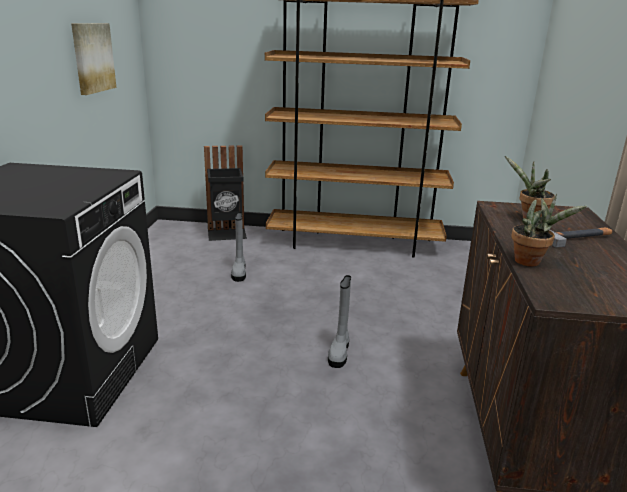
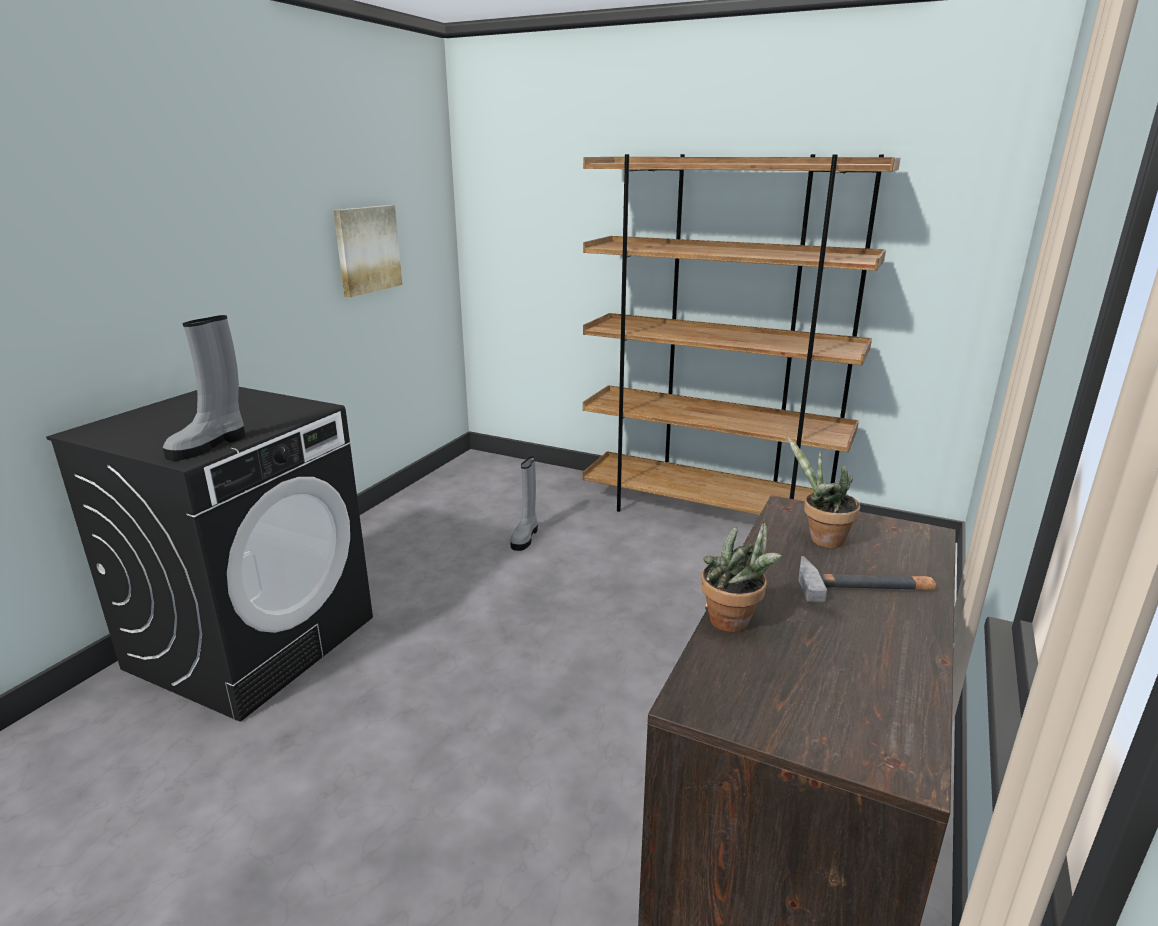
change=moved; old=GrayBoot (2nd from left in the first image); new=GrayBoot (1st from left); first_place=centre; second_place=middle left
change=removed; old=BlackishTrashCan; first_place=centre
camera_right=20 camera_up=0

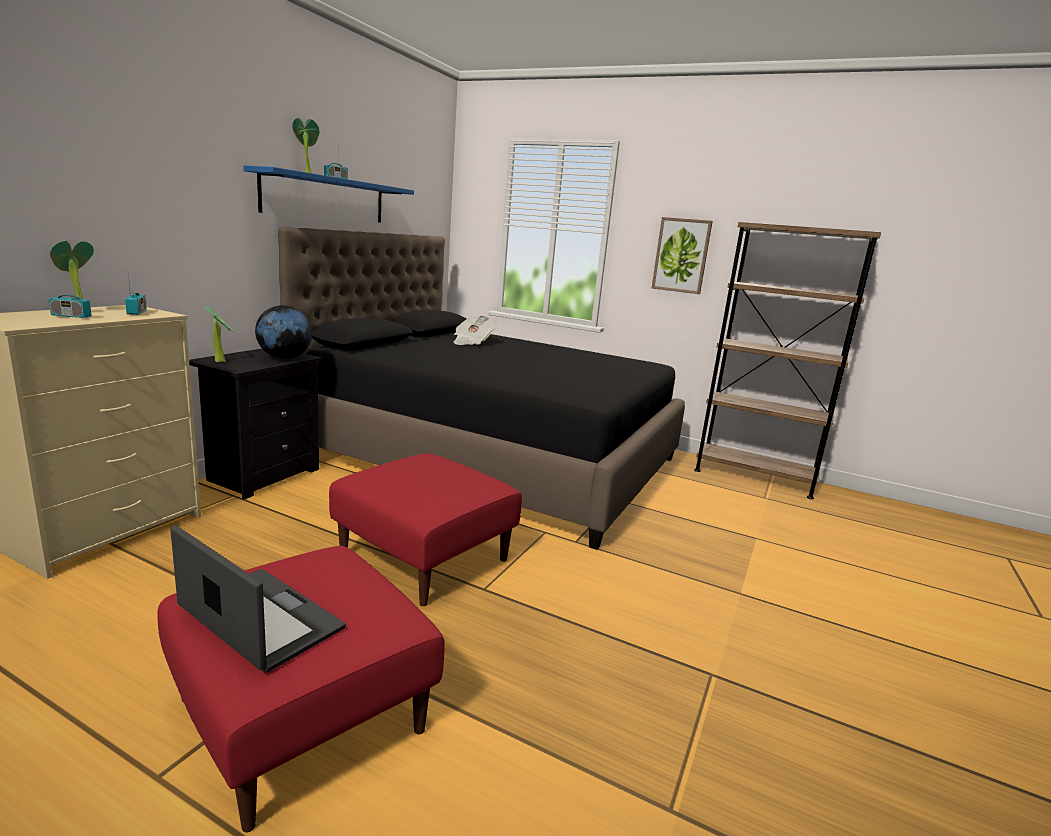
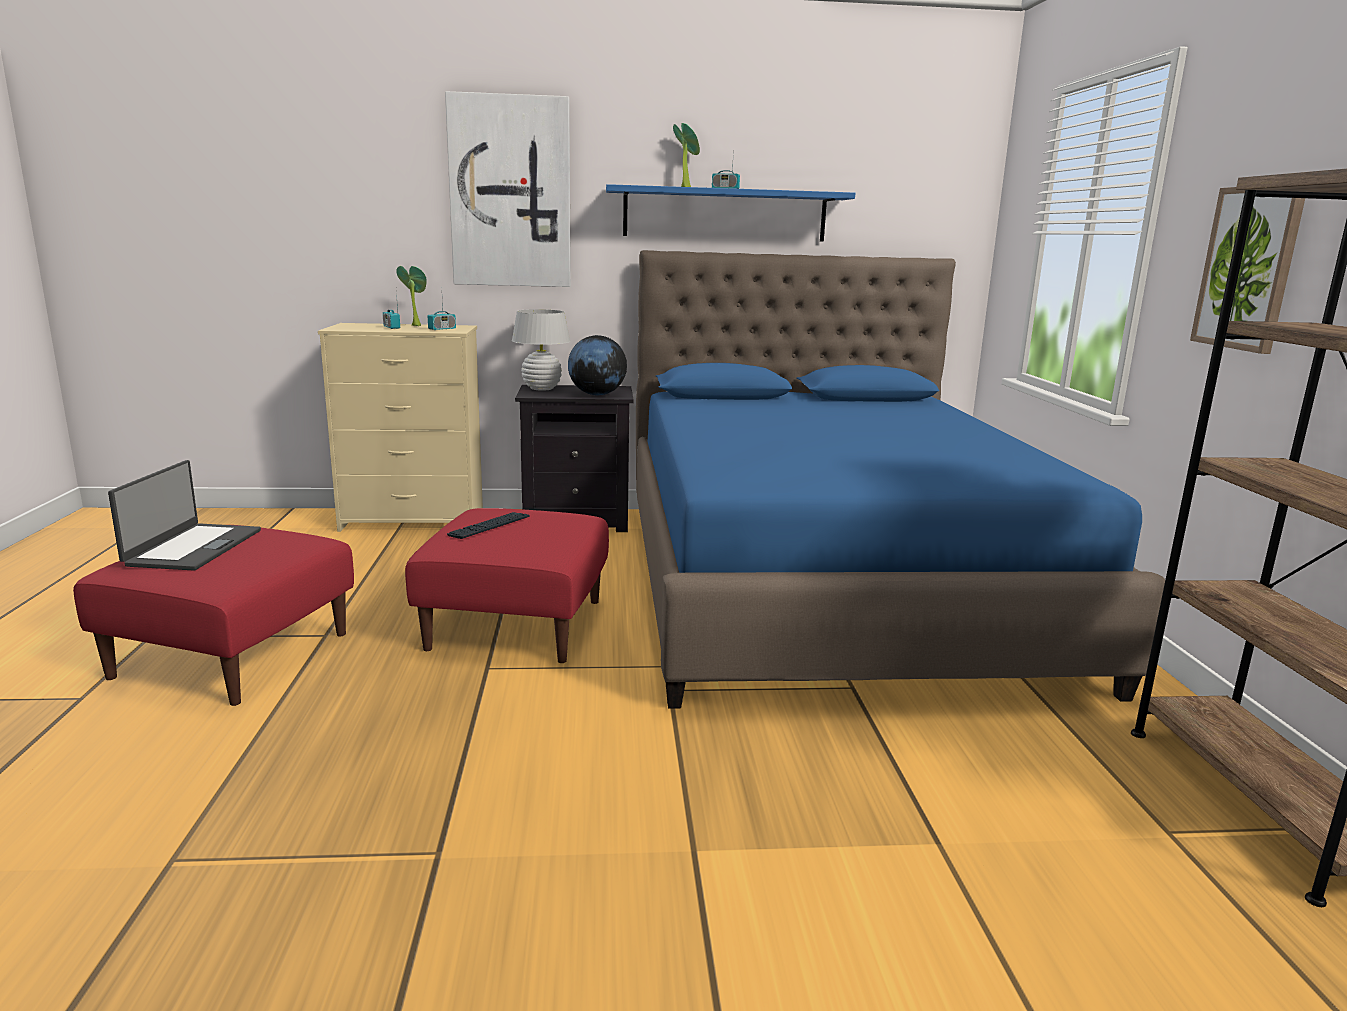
change=added; new=WallArt (1st from left); second_place=top centre
change=added; new=ComputerKeyboard; second_place=centre
change=replaced; old=Houseplant (2nd from left); new=WhitishTabletopLamp; first_place=middle left; second_place=centre
change=recoloured; old=BlackishSleepingBed; new=BlueColouredSleepingBed; first_place=centre; second_place=middle right
change=removed; old=PrintedPaper; first_place=centre
camera_right=60 camera_up=0

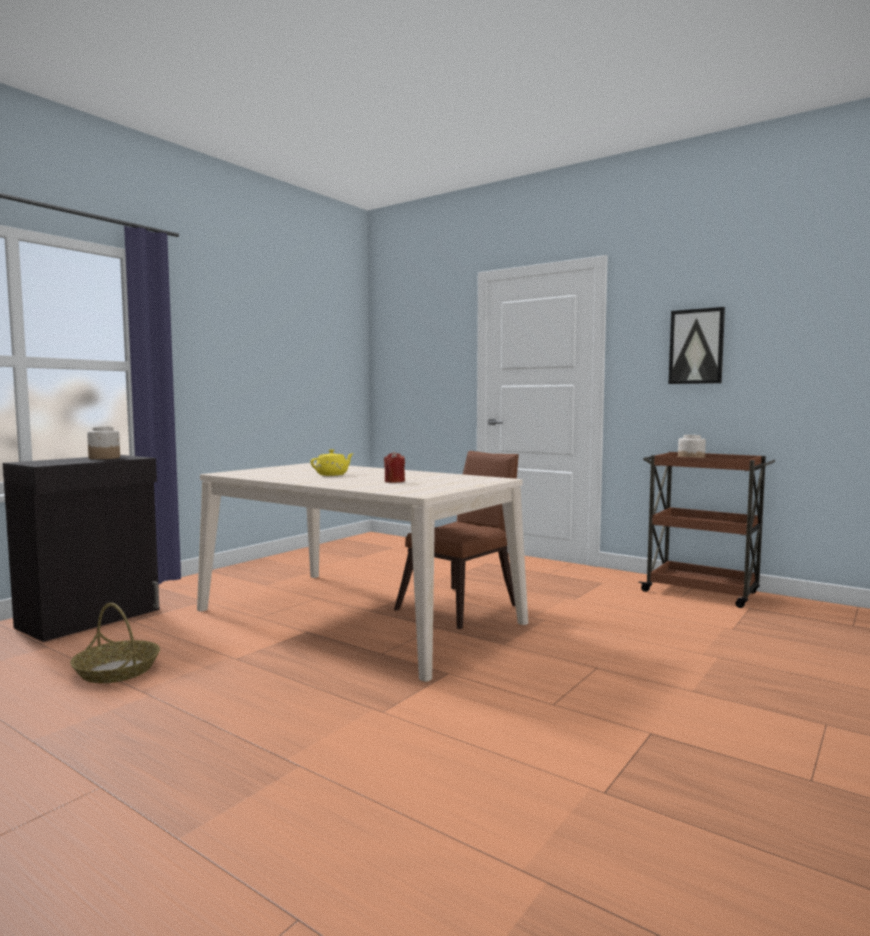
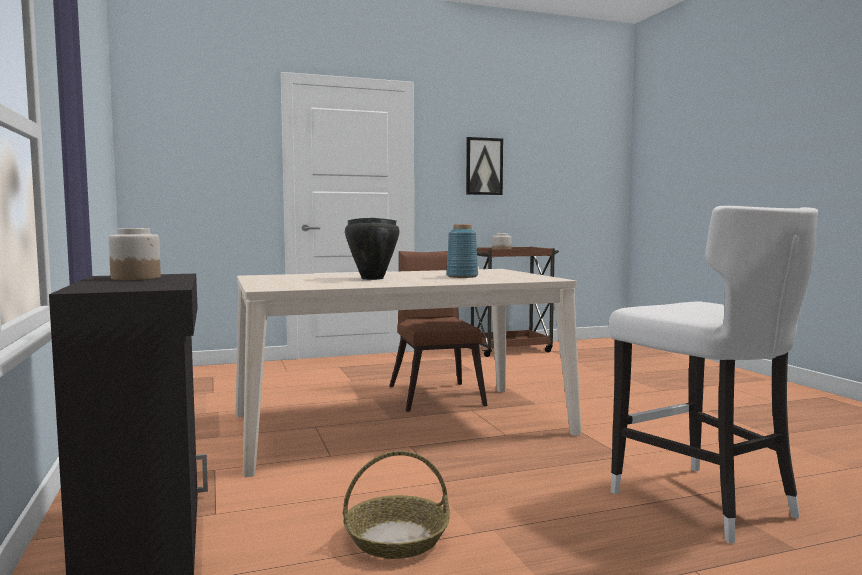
change=replaced; old=YellowTeaPot; new=BlackishCookingPot; first_place=centre; second_place=centre
change=replaced; old=RedColouredCandle; new=BlueColouredDecorativeVase; first_place=centre; second_place=centre
change=added; new=WhitishStoolSeat; second_place=middle right
camera_right=-55 camera_up=0

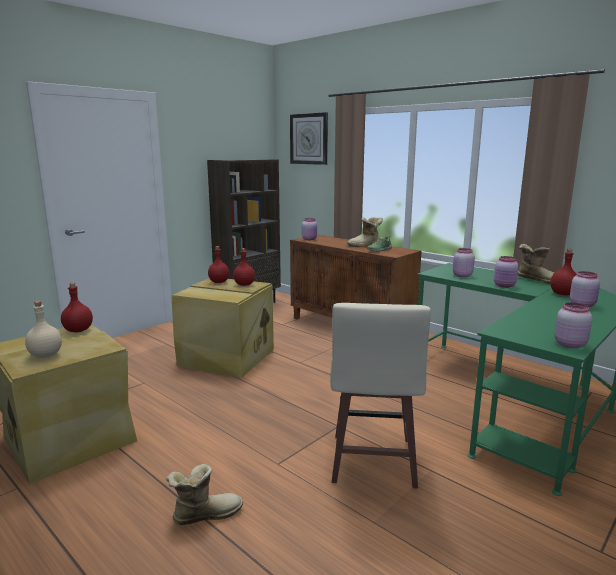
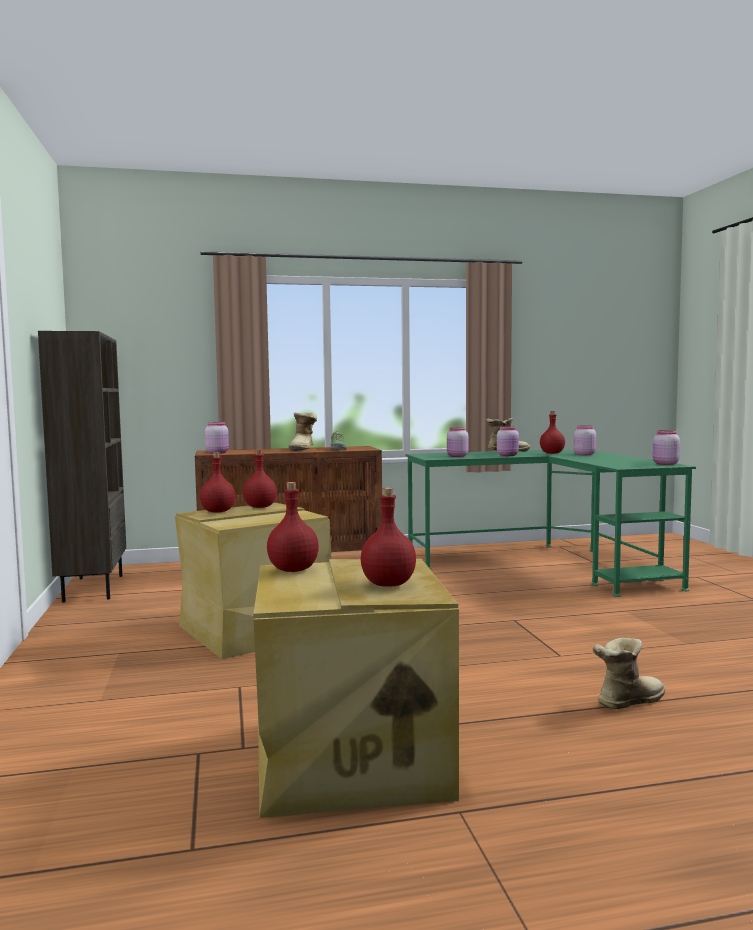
change=recoloured; old=BeigeDrinkBottle; new=RedColouredDrinkBottle (4th from left); first_place=middle left; second_place=centre
change=turned; old=Boot (1st from left in the first image); first_place=bottom left; second_place=bottom right; degrees=45
change=removed; old=WallClock; first_place=top centre
change=removed; old=BeigeStoolSeat; first_place=bottom centre
camera_right=-55 camera_up=-10

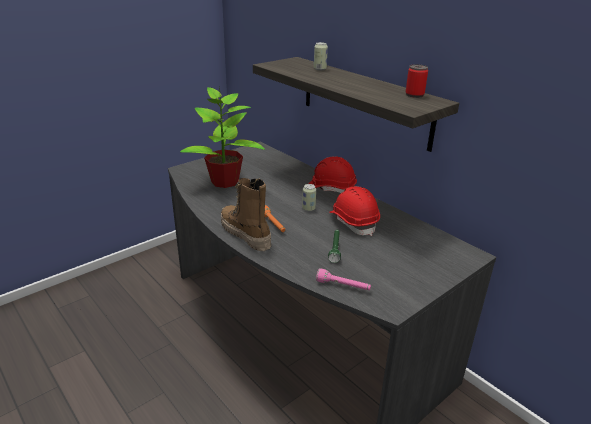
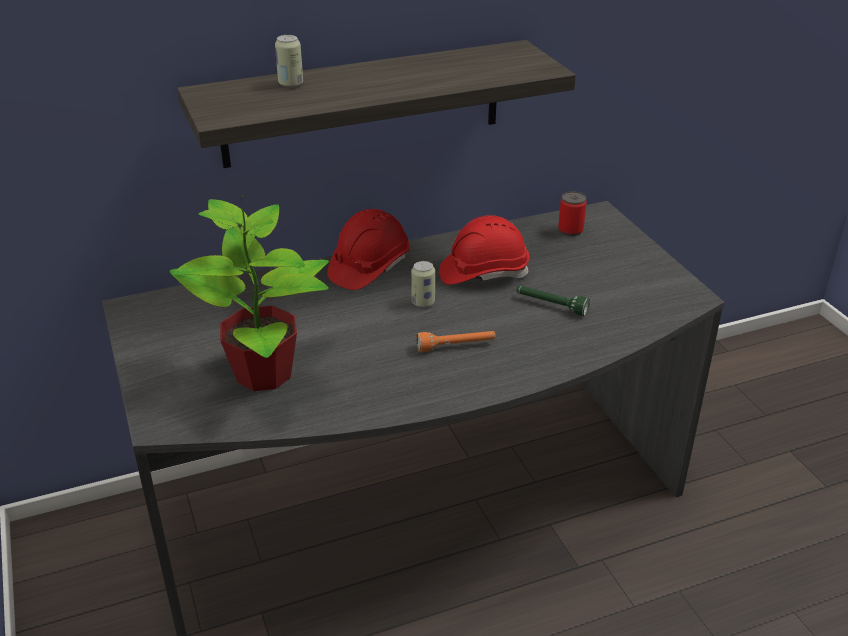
change=moved; old=MetalCan (3rd from left); first_place=top right; second_place=middle right
change=removed; old=Boot; first_place=centre
change=removed; old=PinkishTorch; first_place=centre
camera_right=-70 camera_up=5

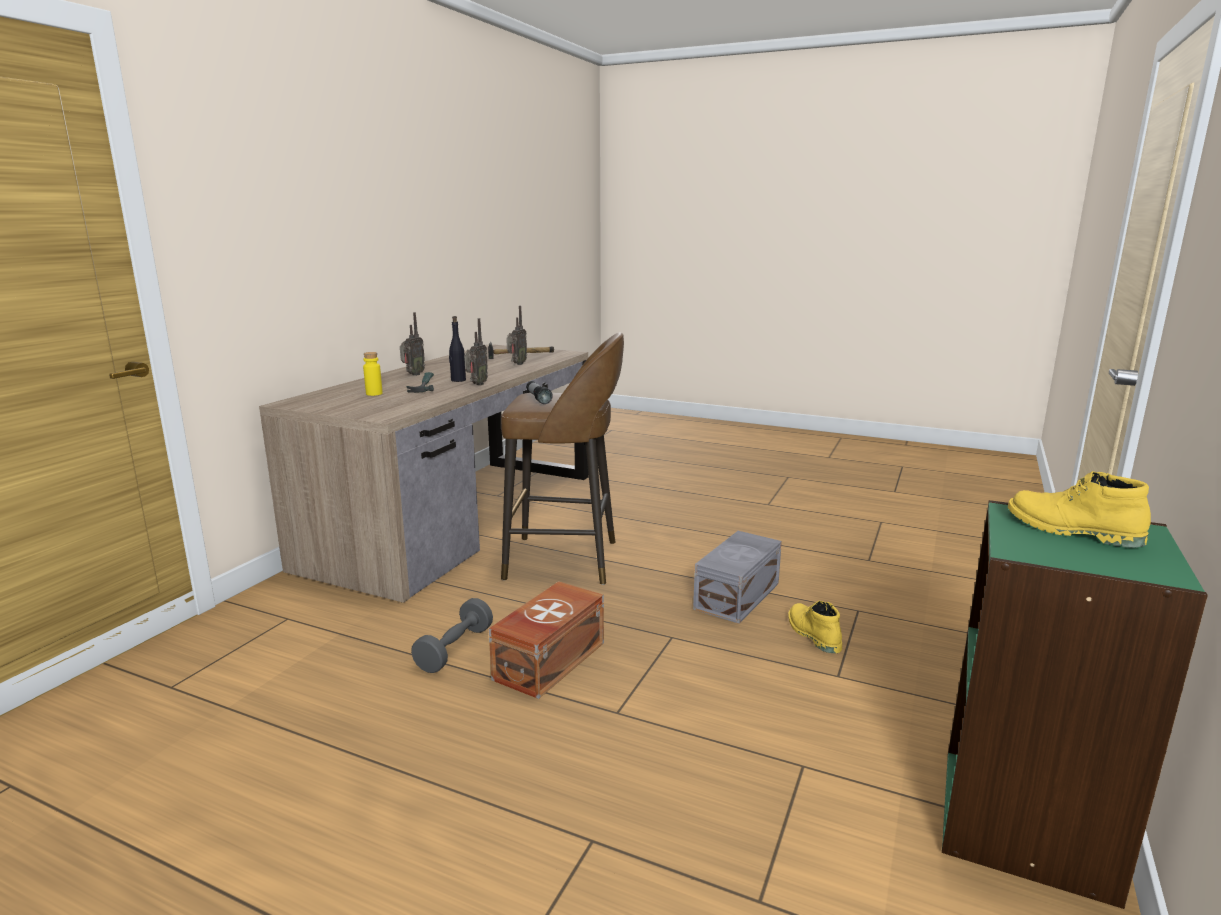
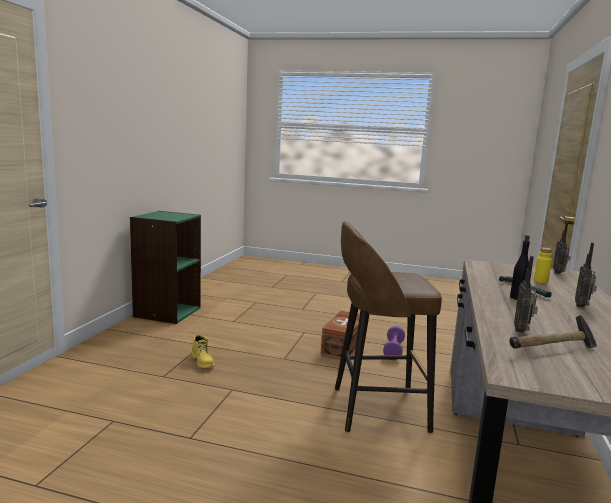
change=recoloured; old=GrayDumbbell; new=PurpleColouredDumbbell; first_place=bottom centre; second_place=bottom centre
change=moved; old=RadioReceiver (2nd from left); first_place=centre; second_place=middle right
change=removed; old=Torch; first_place=centre
change=removed; old=GrayStorageBin; first_place=centre
change=removed; old=YellowBoot (2nd from left); first_place=middle right
camera_right=170 camera_up=-5

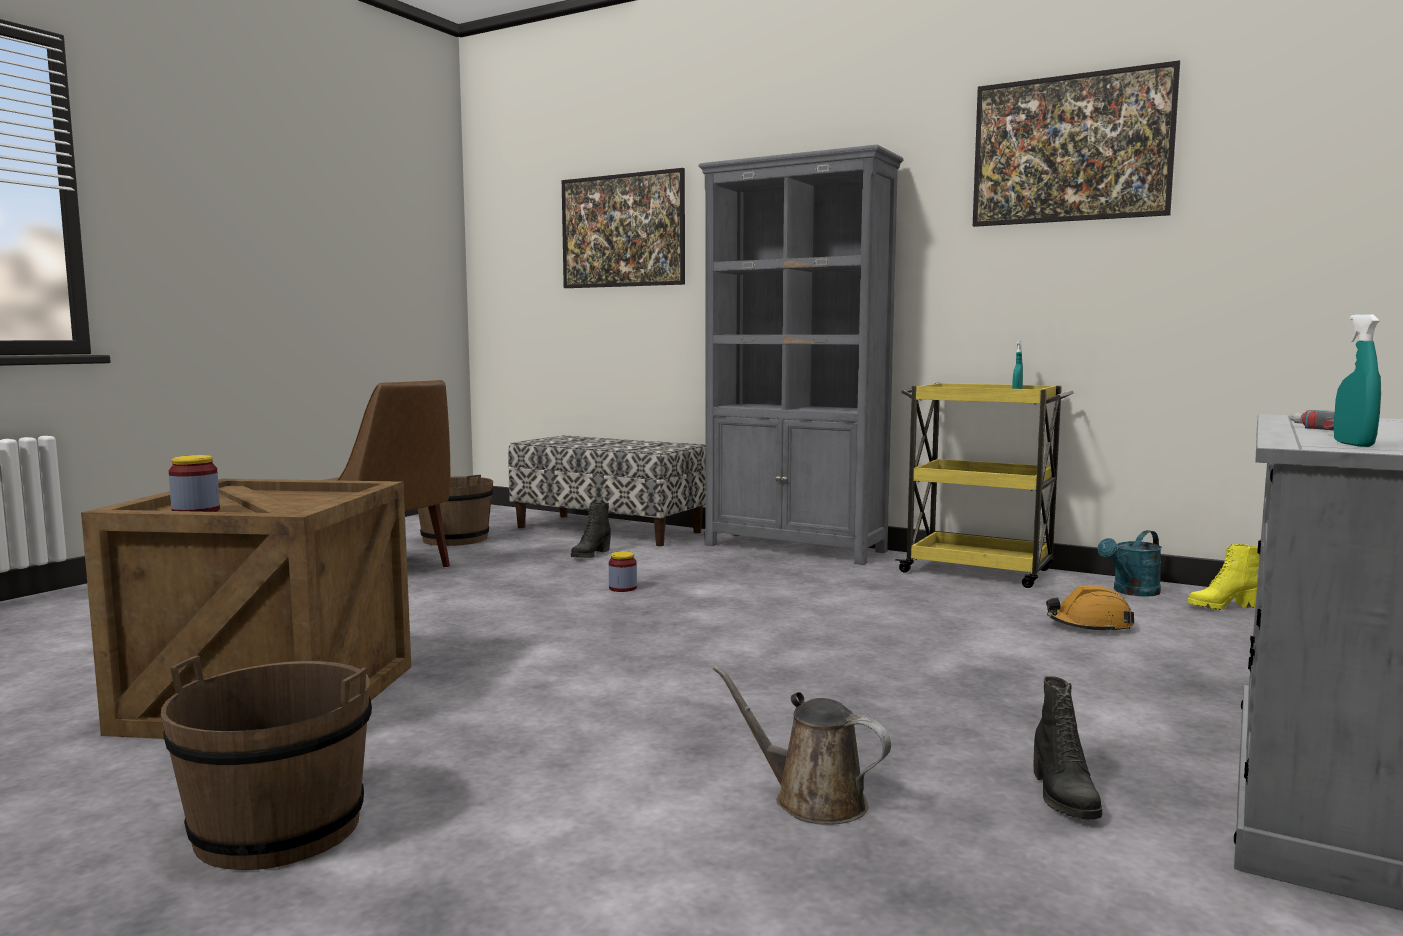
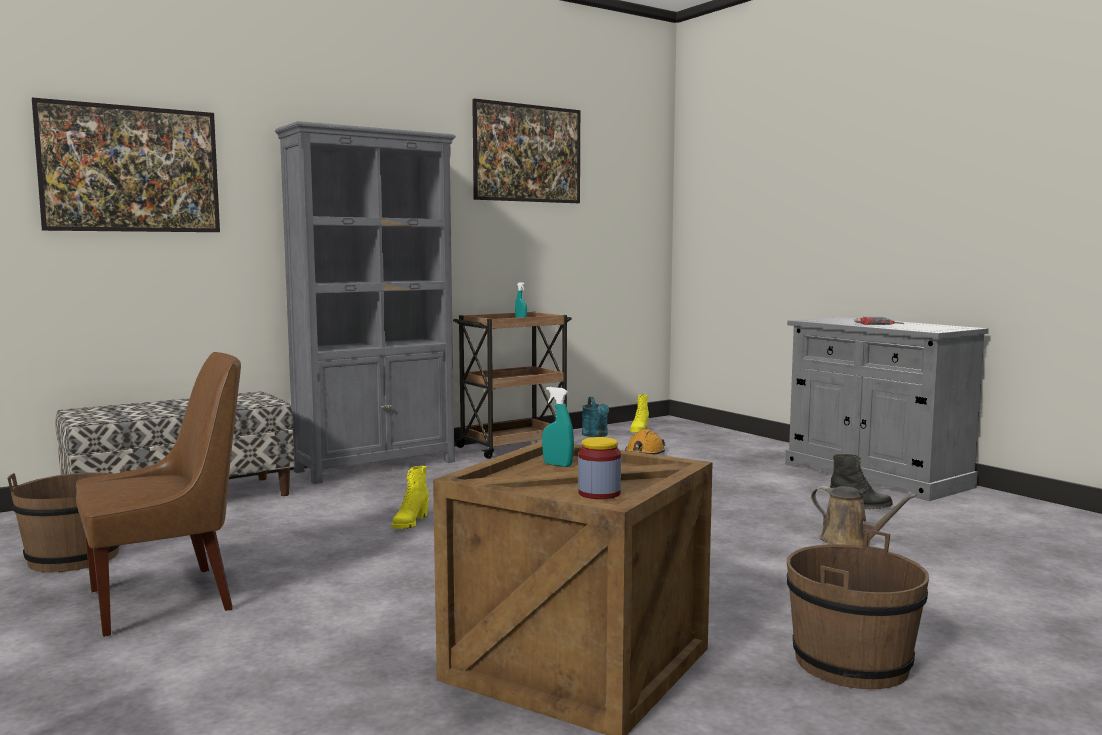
change=replaced; old=StorageJar (2nd from left); new=YellowBoot (1st from left); first_place=centre; second_place=bottom centre
change=recoloured; old=YellowCart; new=BrownishCart; first_place=middle right; second_place=centre
change=moved; old=TurquoiseHandSprayer (2nd from left); first_place=middle right; second_place=centre
change=turned; old=BrownishSprinklingCan; first_place=bottom centre; second_place=bottom right; degrees=-105
change=removed; old=BlackishBoot (1st from left); first_place=centre
camera_right=-65 camera_up=0

